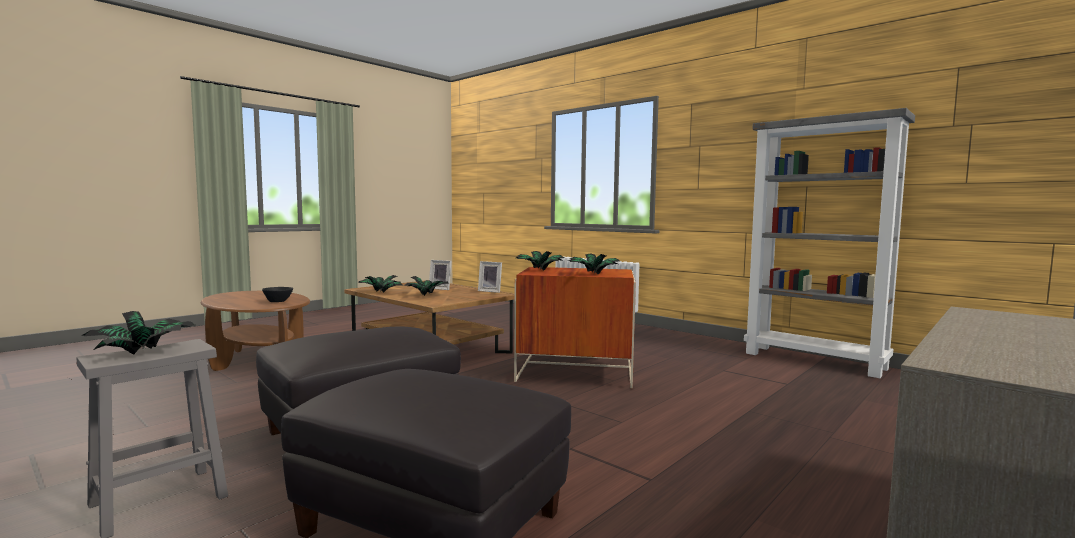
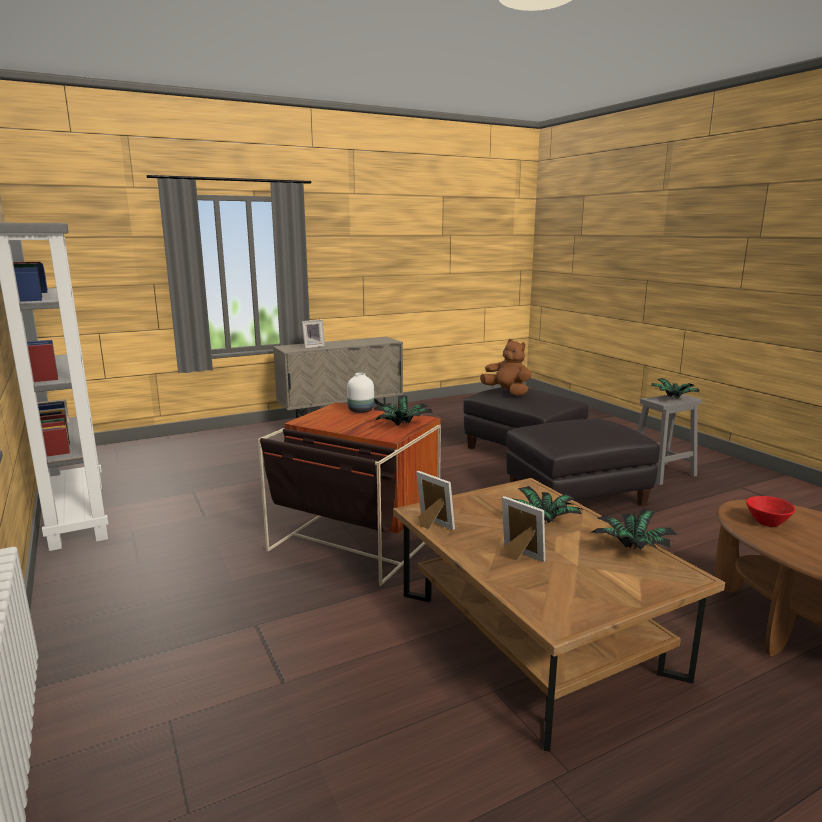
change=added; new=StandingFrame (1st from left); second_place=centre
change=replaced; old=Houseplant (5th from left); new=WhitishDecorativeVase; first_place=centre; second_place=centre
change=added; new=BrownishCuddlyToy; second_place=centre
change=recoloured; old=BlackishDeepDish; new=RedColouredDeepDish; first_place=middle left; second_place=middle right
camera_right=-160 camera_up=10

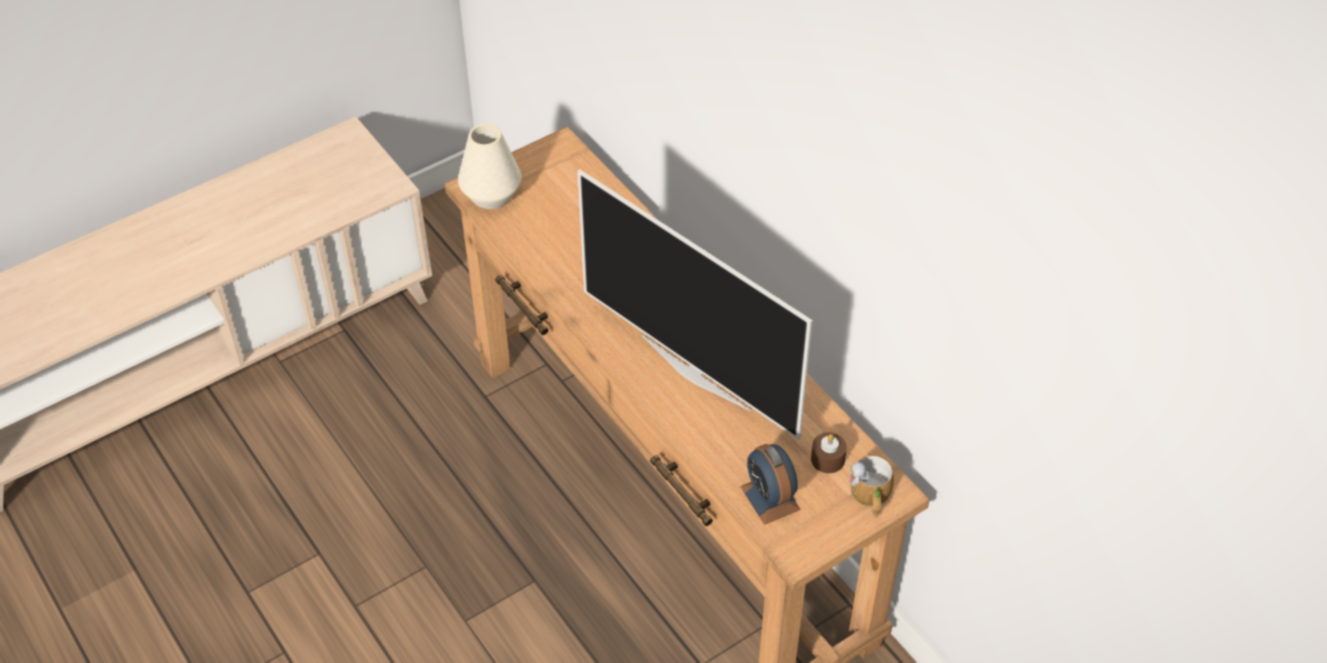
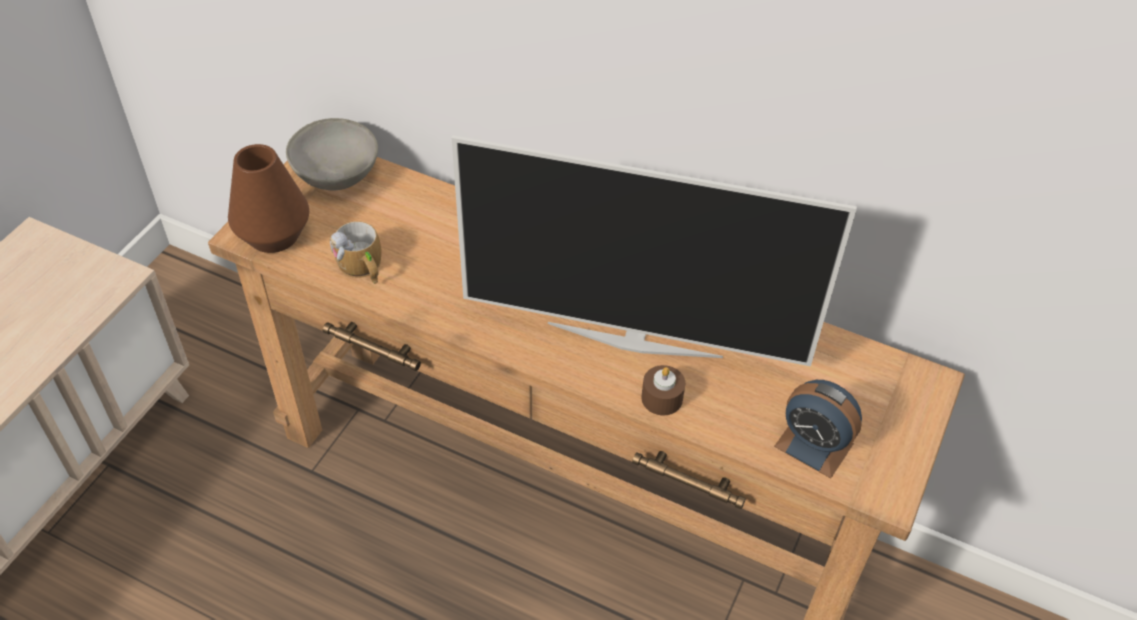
change=recoloured; old=WhitishDecorativeVase; new=BrownishDecorativeVase; first_place=top centre; second_place=top left
change=added; new=GrayDeepDish; second_place=top left
change=moved; old=CoffeeMug; first_place=bottom centre; second_place=middle left
change=moved; old=BrownishCandle; first_place=bottom centre; second_place=centre
camera_right=-30 camera_up=0

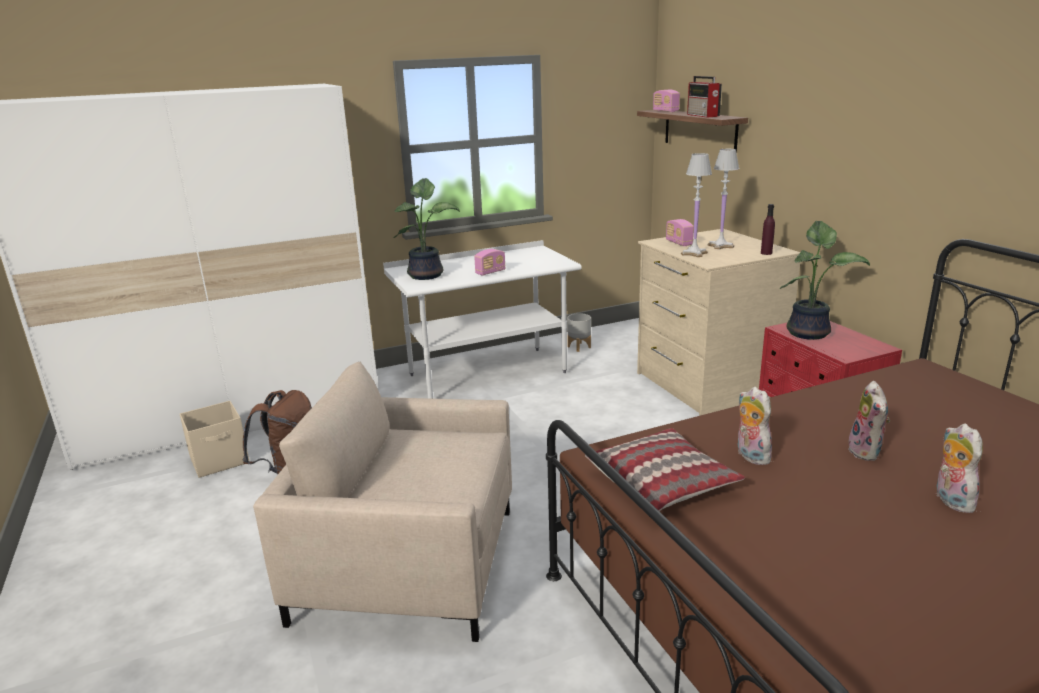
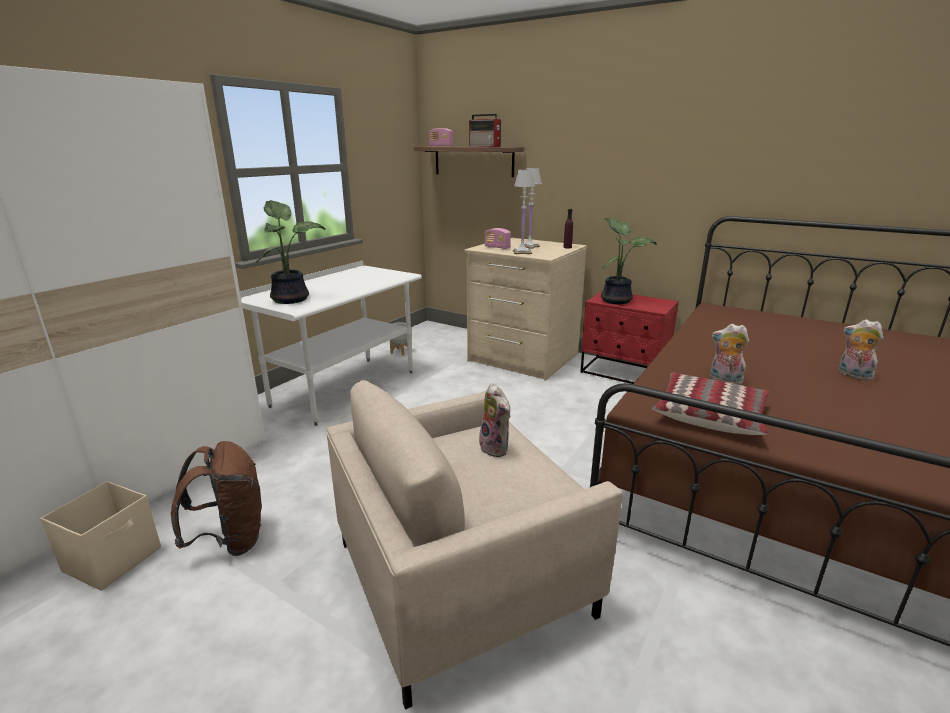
change=moved; old=CuddlyToy (2nd from left in the first image); new=CuddlyToy (1st from left); first_place=middle right; second_place=centre
change=removed; old=RadioReceiver (1st from left); first_place=centre
camera_right=-35 camera_up=0

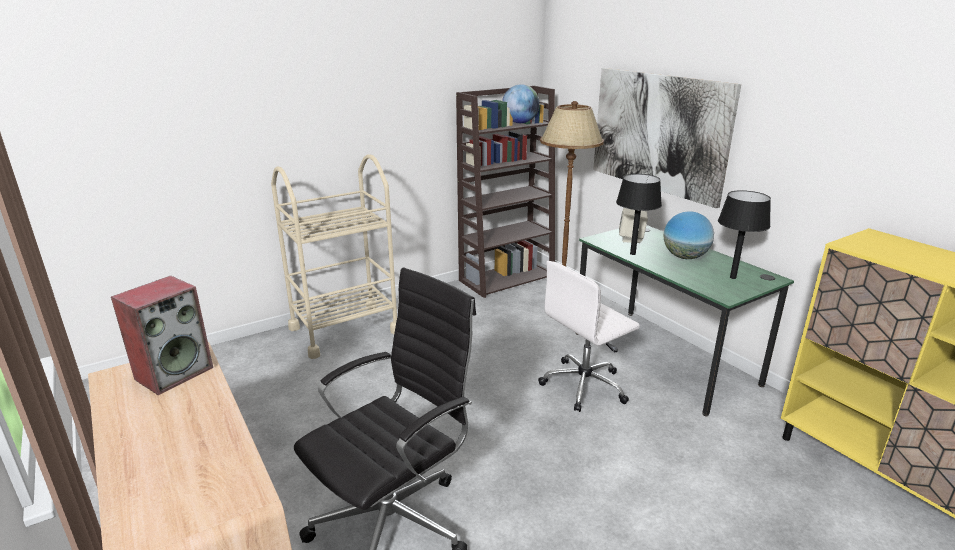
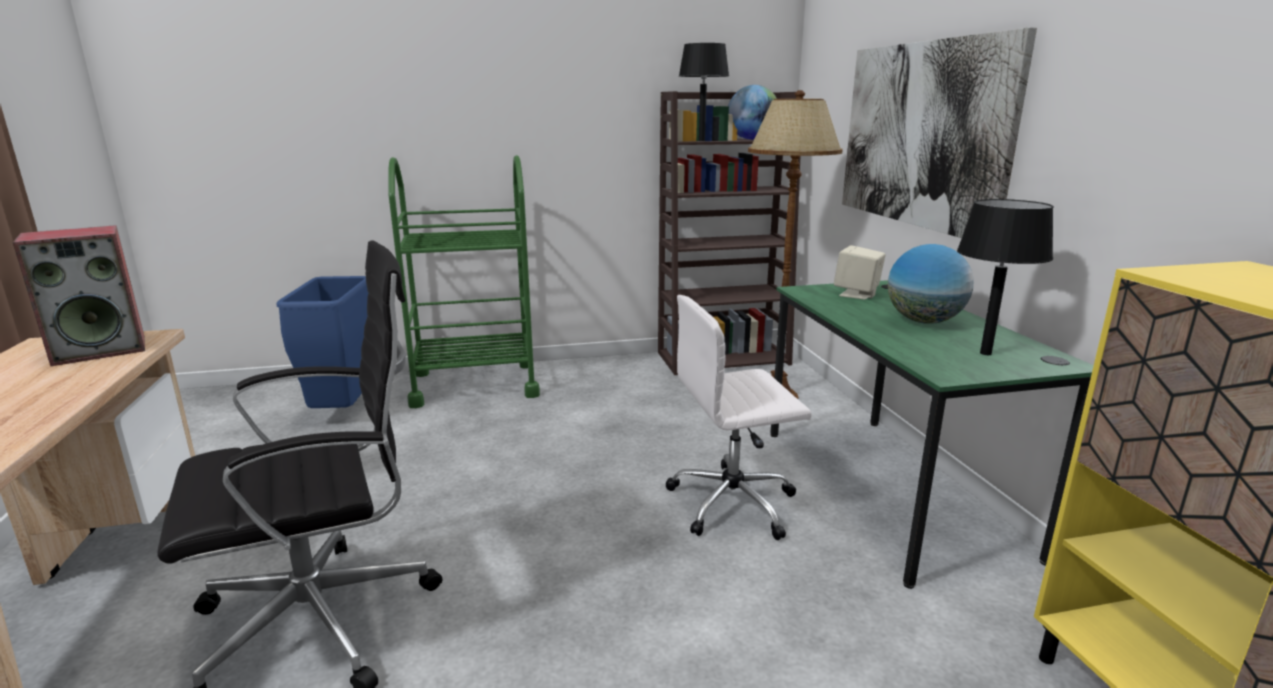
change=added; new=BlueColouredTrashCan; second_place=middle left
change=recoloured; old=BeigeCart; new=GreenCart; first_place=centre; second_place=centre
change=moved; old=BlackishTabletopLamp (1st from left); first_place=middle right; second_place=top centre
camera_right=20 camera_up=-5

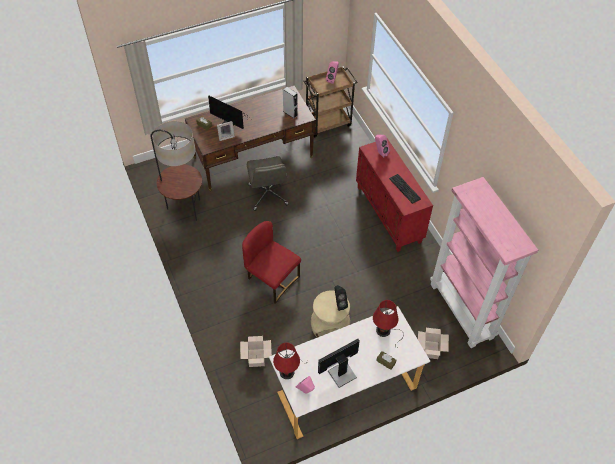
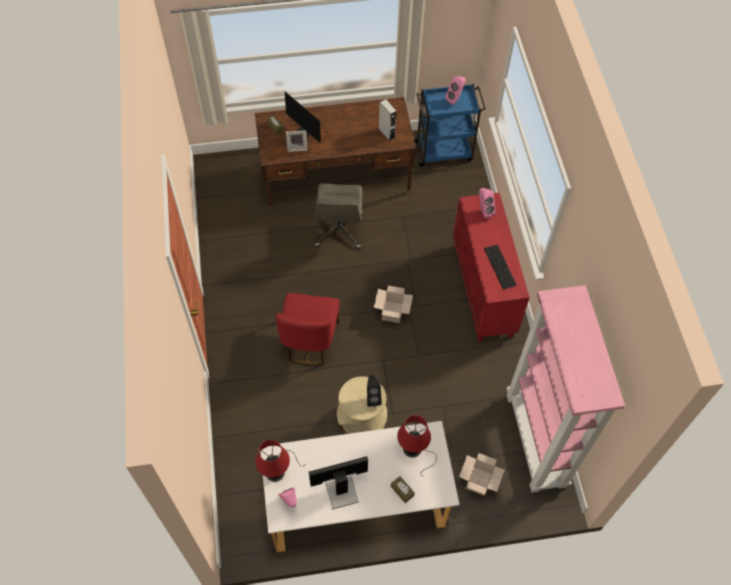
change=turned; old=RedColouredPlainChair; first_place=centre; second_place=centre; degrees=-135
change=moved; old=Carton (1st from left); first_place=bottom centre; second_place=centre
change=recoloured; old=BrownishCart; new=BlueColouredCart; first_place=top centre; second_place=top centre
change=removed; old=StandingLamp; first_place=middle left
camera_right=15 camera_up=5

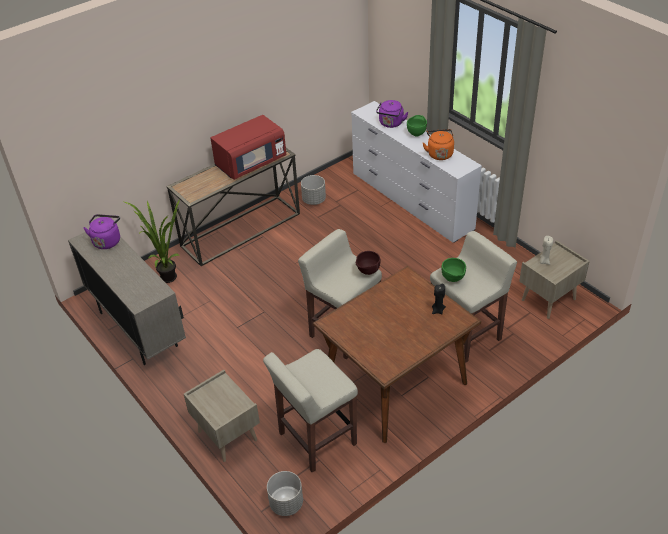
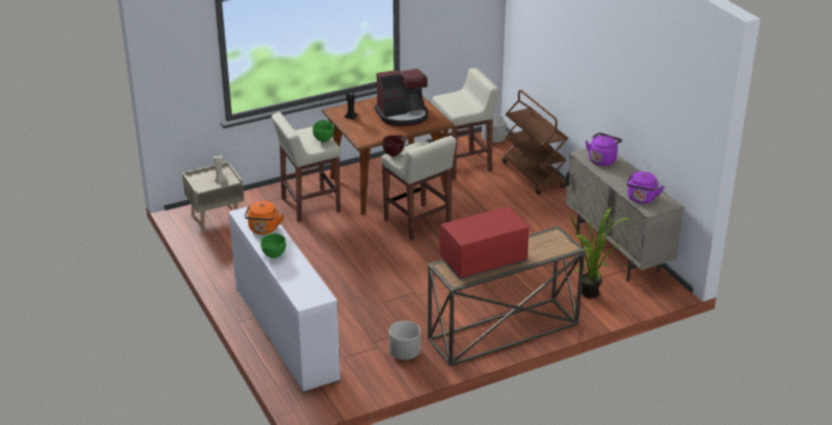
change=added; new=CoffeeMaker; second_place=top centre
change=replaced; old=BeigeBedsideTable (1st from left); new=BrownishCart; first_place=bottom left; second_place=centre
change=moved; old=PurpleColouredTeaKettle (2nd from left in the first image); new=PurpleColouredTeaKettle (1st from left); first_place=top centre; second_place=middle right
camera_right=-170 camera_up=-10

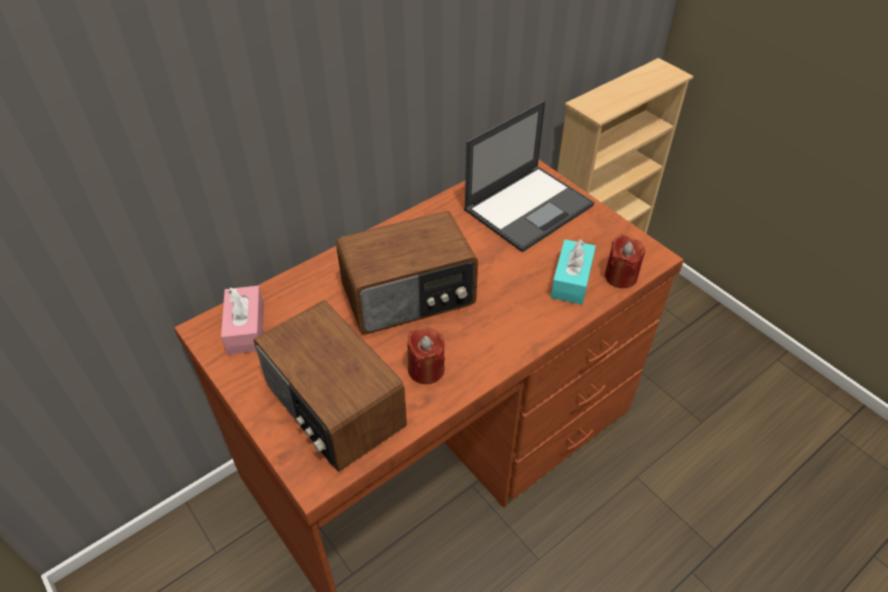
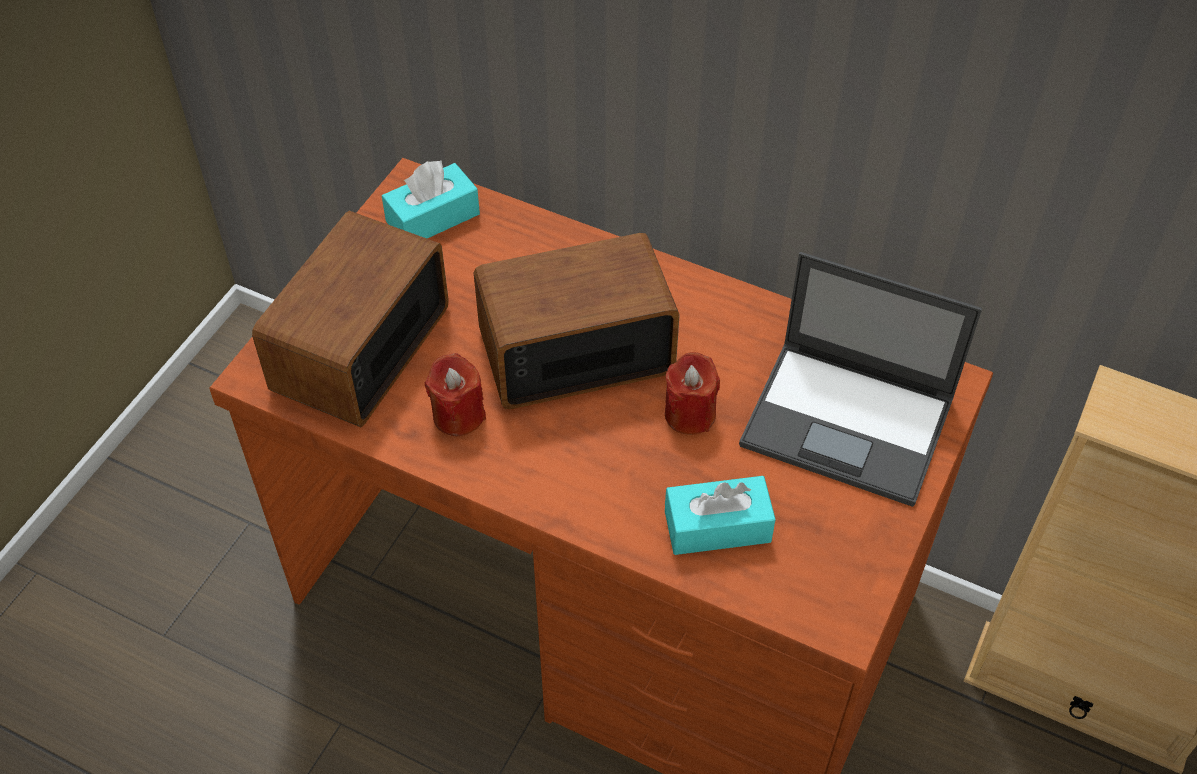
change=recoloured; old=PinkishBoxOfTissues; new=TurquoiseBoxOfTissues (1st from left); first_place=middle left; second_place=top centre
change=turned; old=RadioReceiver (2nd from left); first_place=centre; second_place=centre; degrees=120
change=moved; old=RedColouredCandle (2nd from left); first_place=middle right; second_place=centre
camera_right=65 camera_up=5

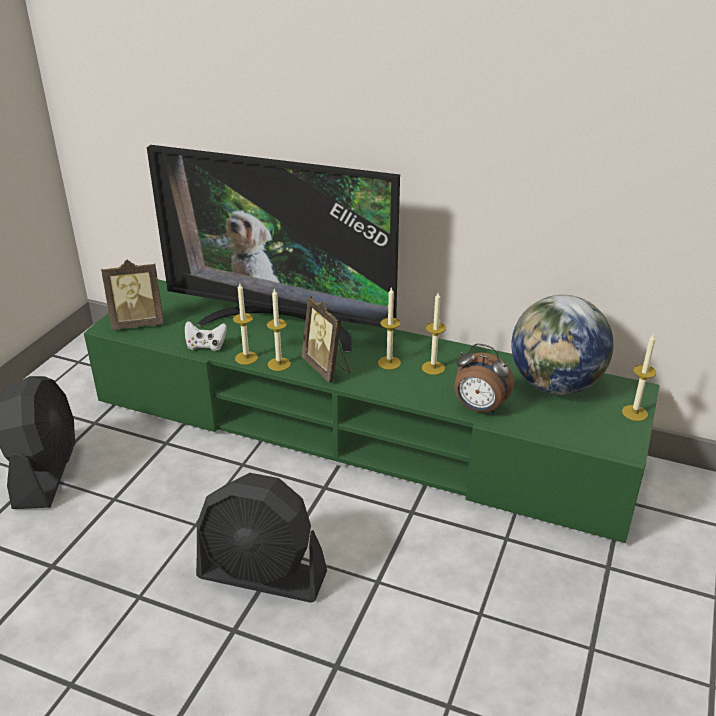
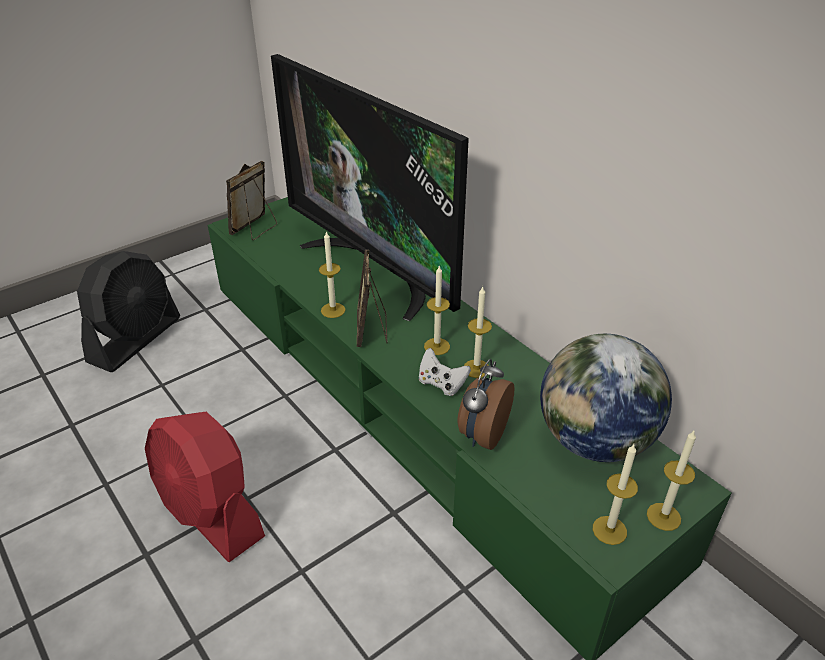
change=recoloured; old=BlackishElectricFan (2nd from left); new=RedColouredElectricFan; first_place=bottom centre; second_place=bottom left
change=turned; old=StandingFrame (1st from left); first_place=middle left; second_place=top left; degrees=105
change=moved; old=WhitishJoypad; first_place=middle left; second_place=centre
change=turned; old=BedsideClock; first_place=middle right; second_place=centre; degrees=60
change=moved; old=Candle (1st from left in the first image); new=Candle (4th from left); first_place=centre; second_place=bottom right
camera_right=30 camera_up=5

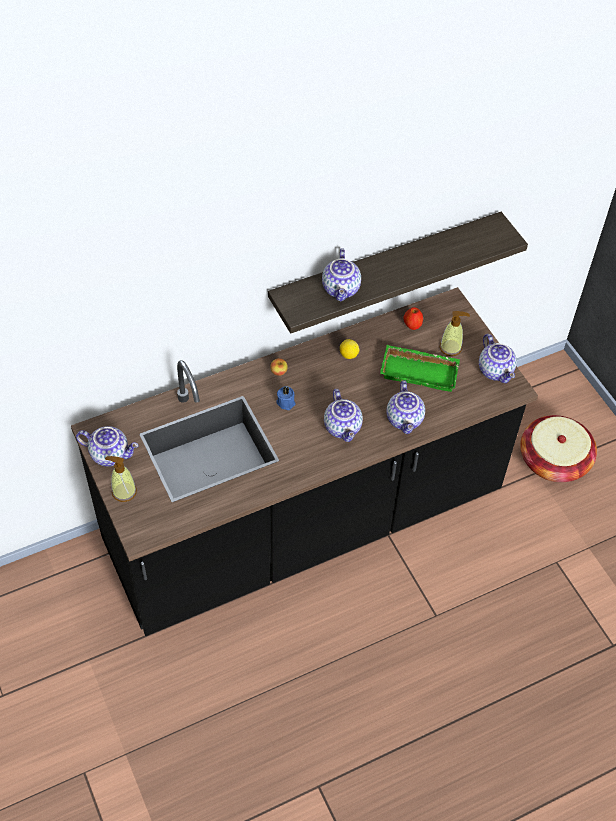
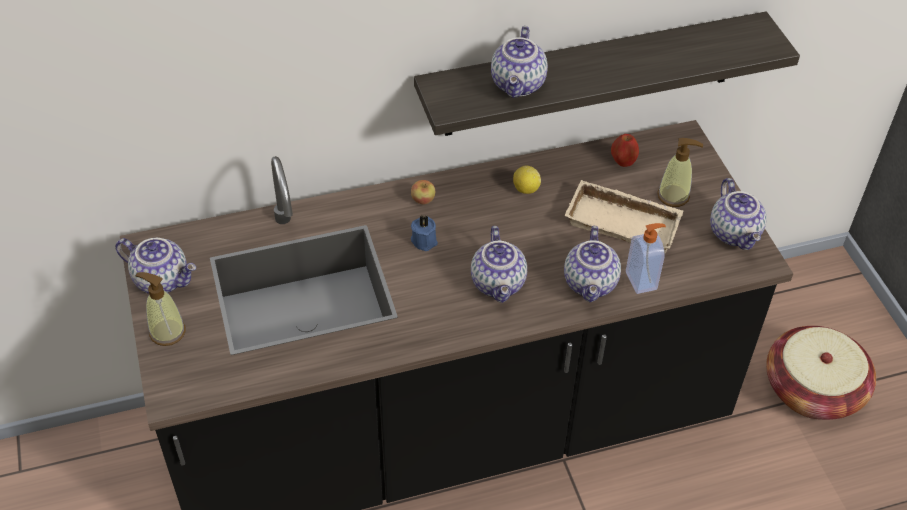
change=recoloured; old=GreenServingTray; new=BeigeServingTray; first_place=middle right; second_place=middle right
change=added; new=LiquidSoapBottle (2nd from left); second_place=middle right
camera_right=10 camera_up=-5

